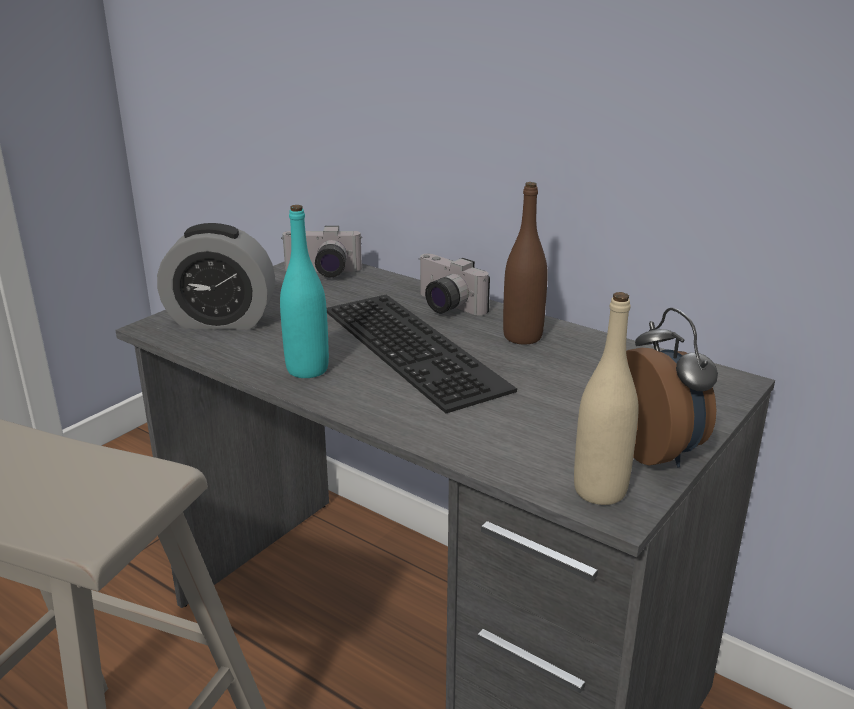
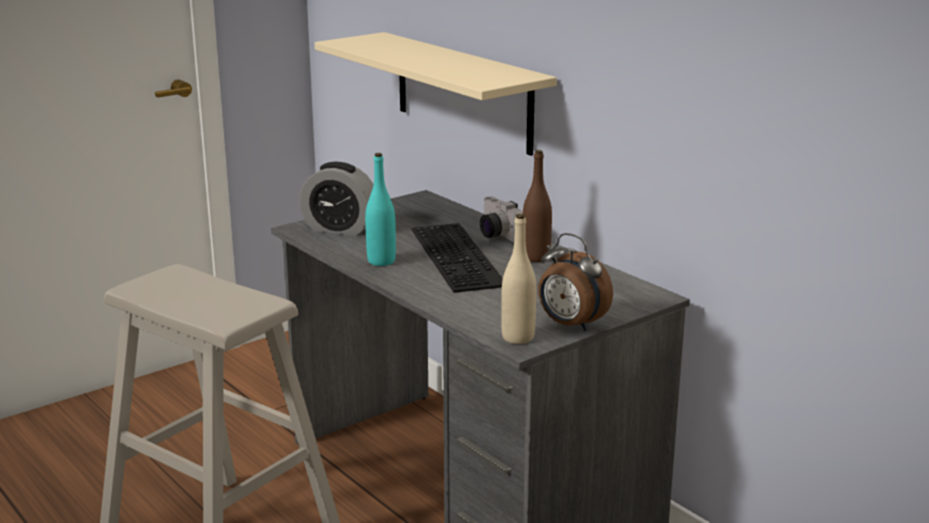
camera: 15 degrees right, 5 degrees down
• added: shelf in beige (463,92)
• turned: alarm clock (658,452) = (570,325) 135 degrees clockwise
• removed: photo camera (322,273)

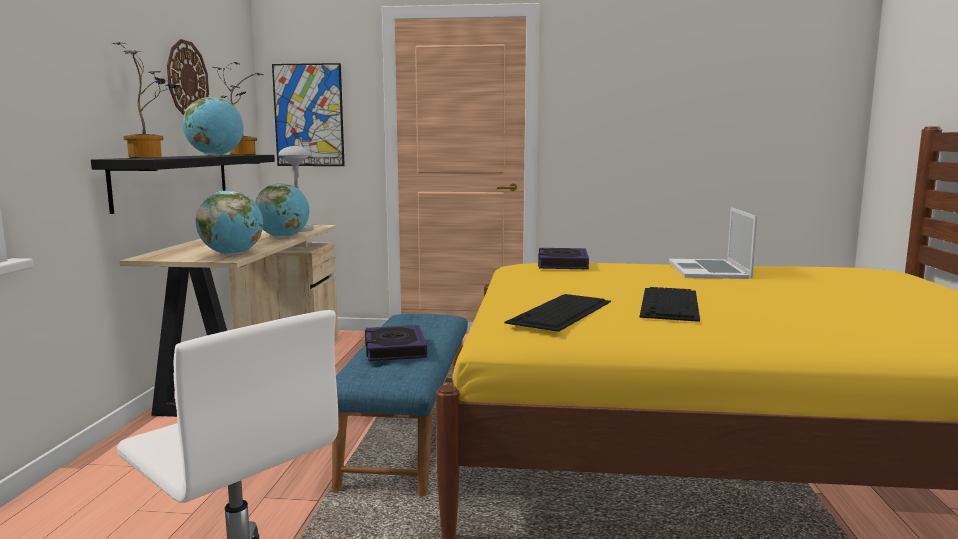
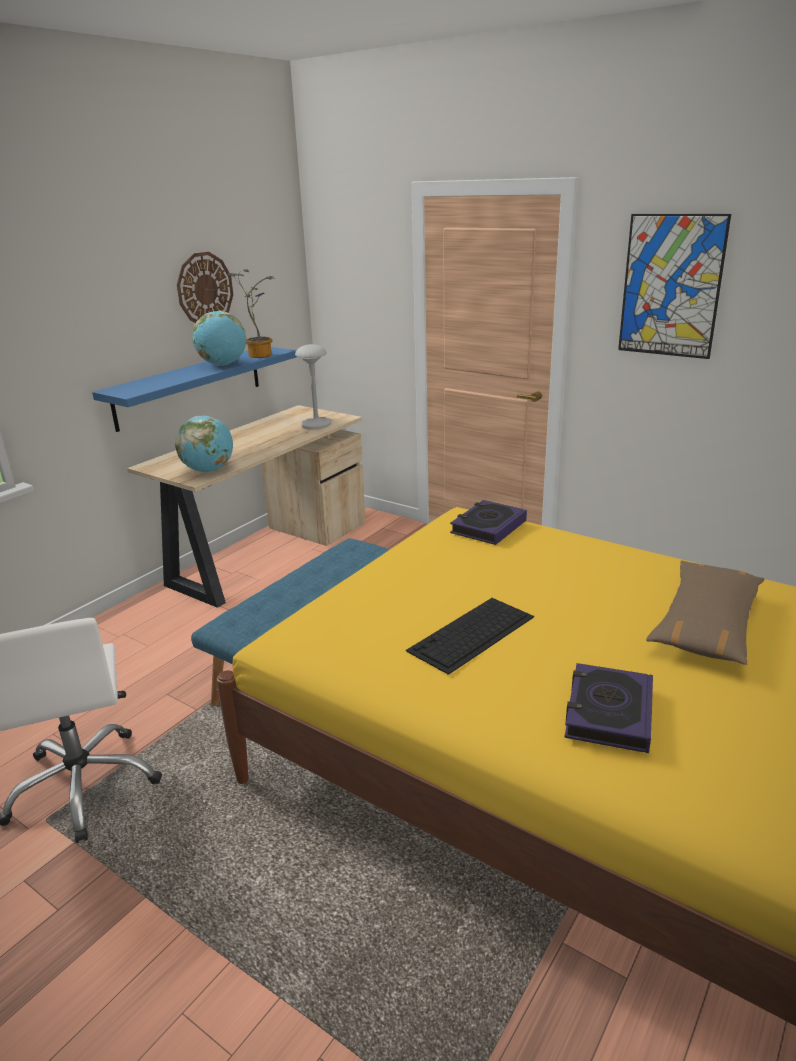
camera: 30 degrees right, 15 degrees up
• recoloured: shelf in black (173,180) to shelf in blue (190,386)
• moved: book (394,349) to (608,713)
• moved: picture (308,115) to (671,286)
• added: pillow in brown (706,624)
• removed: potted plant (150,157)
• removed: globe (283,237)
• removed: keyboard (561,312)
• removed: laptop (709,270)

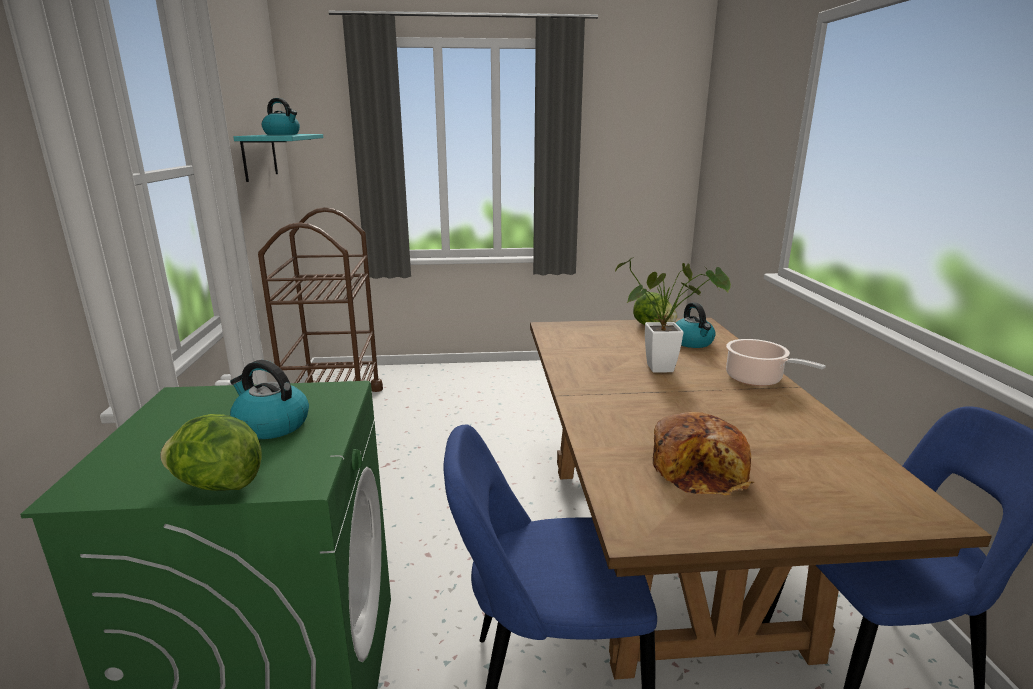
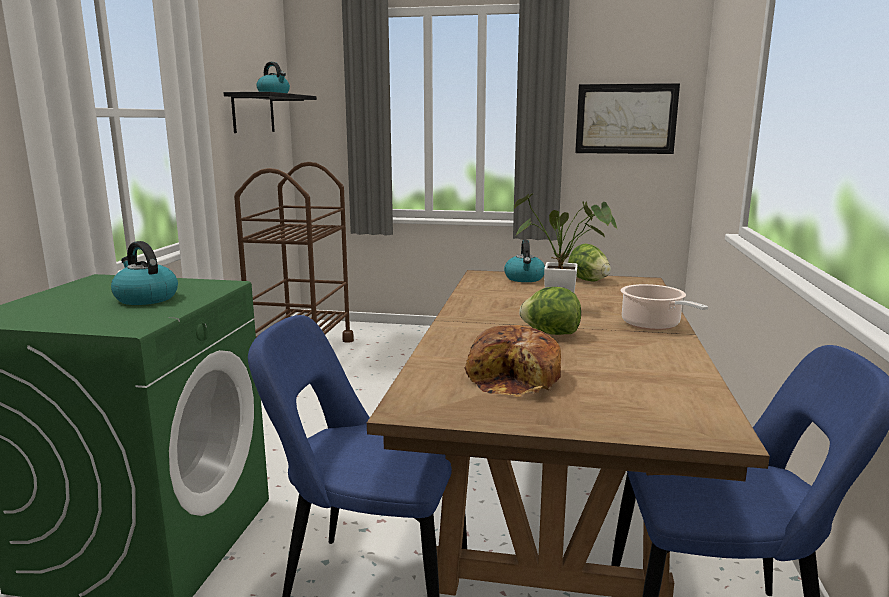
camera: 15 degrees right, 5 degrees down
• recoloured: shelf in turquoise (259,156) to shelf in black (253,113)
• moved: kettle (692,342) to (524,278)
• moved: lettuce (217,485) to (550,333)
• added: picture (626,119)

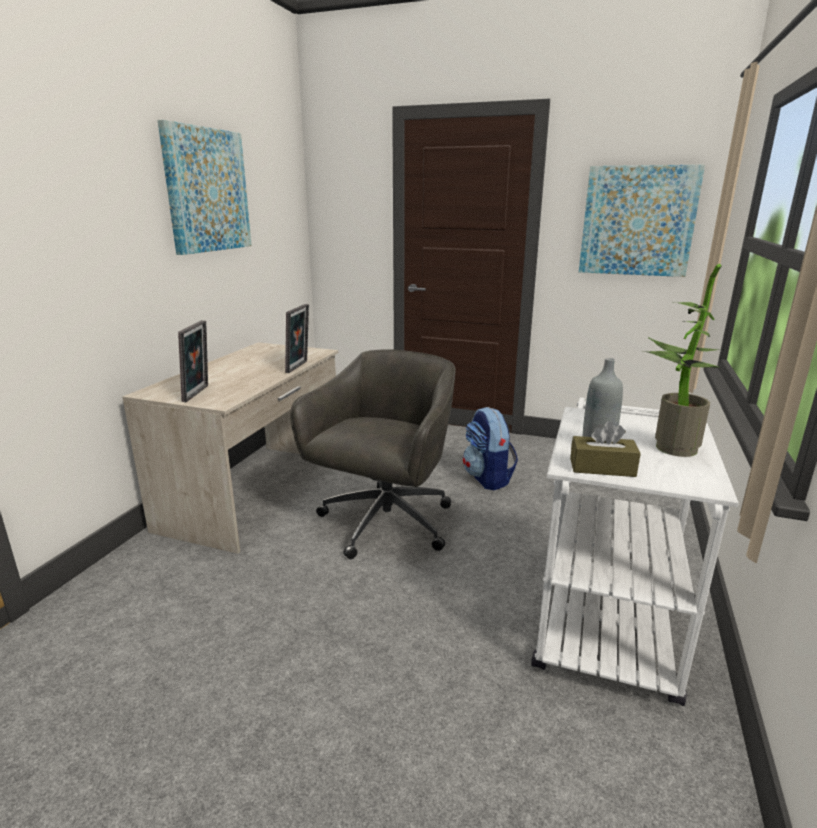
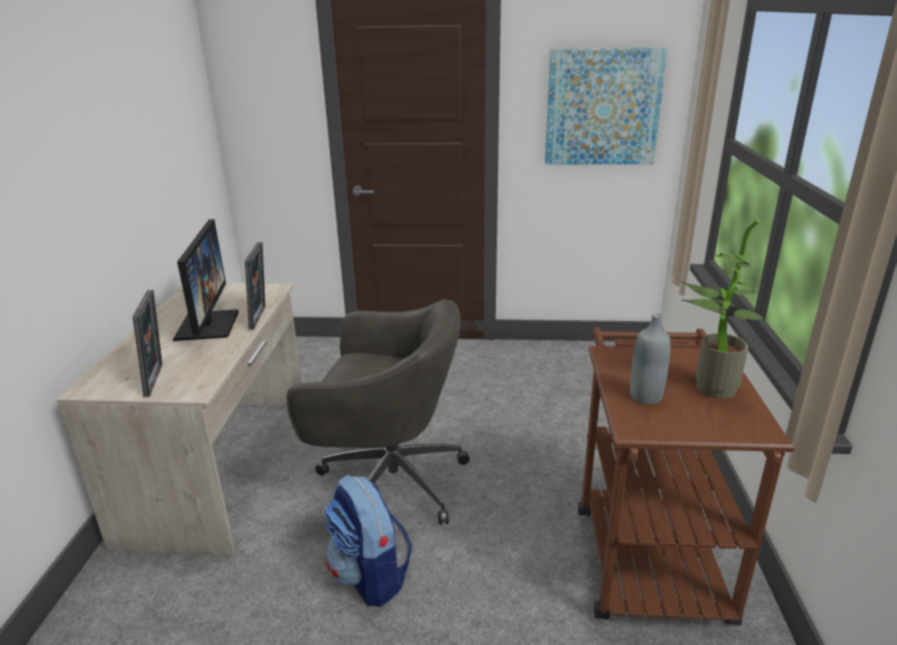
camera: 15 degrees left, 5 degrees up
• added: monitor (207,325)
• turned: office chair in grey (384,524) = (388,481) 90 degrees clockwise
• moved: backpack (488,478) to (370,576)
• recoloured: cart in white (605,620) to cart in brown (646,549)
• removed: picture (207,190)
• removed: tissue box in brown (602,467)

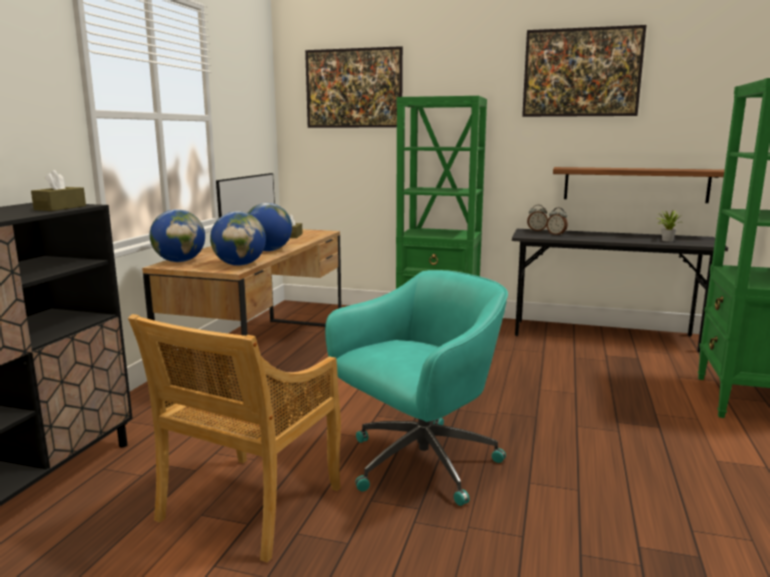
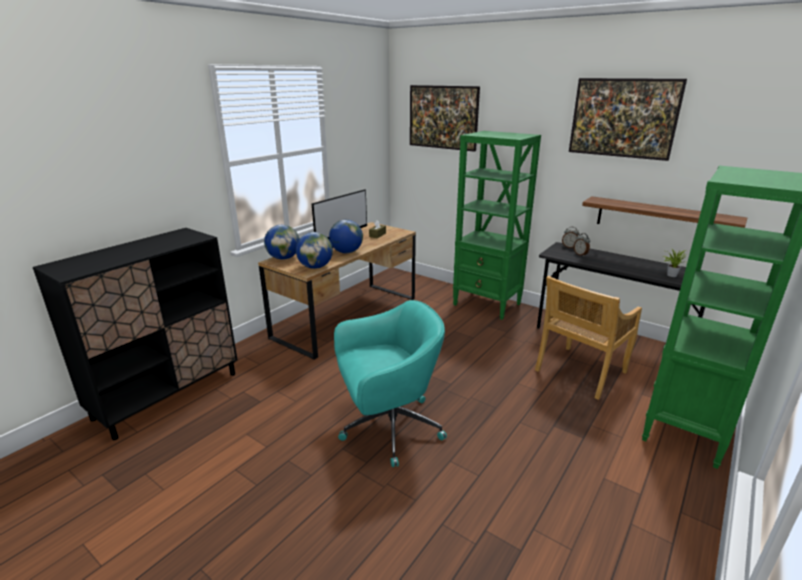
camera: 20 degrees right, 10 degrees up
• moved: chair in beige (249,506) to (580,372)
• removed: tissue box in brown (60,208)

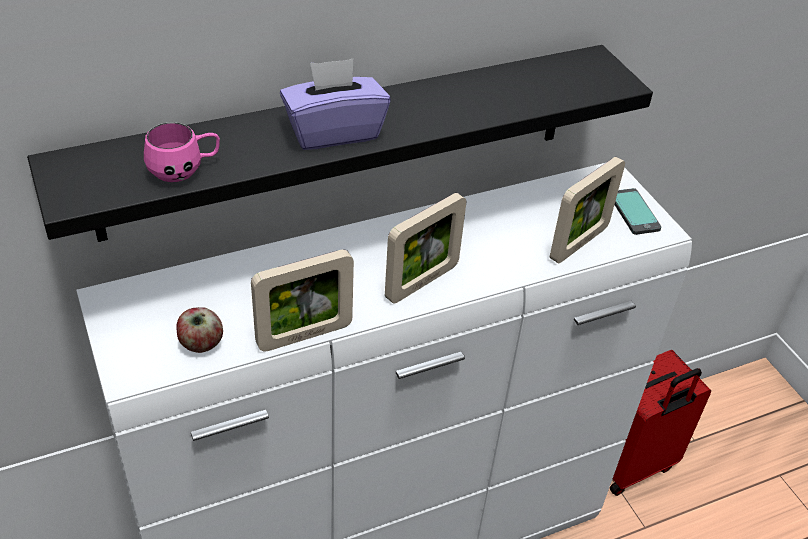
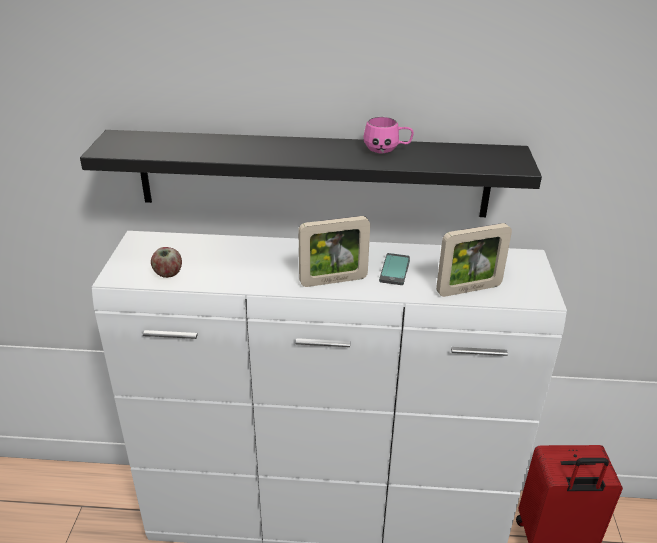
camera: 30 degrees right, 10 degrees down
• moved: mug in pink (185,171) to (387,150)
• moved: phone (634,212) to (395,270)
• removed: picture frame (304,335)
• removed: tissue box in purple (333,131)

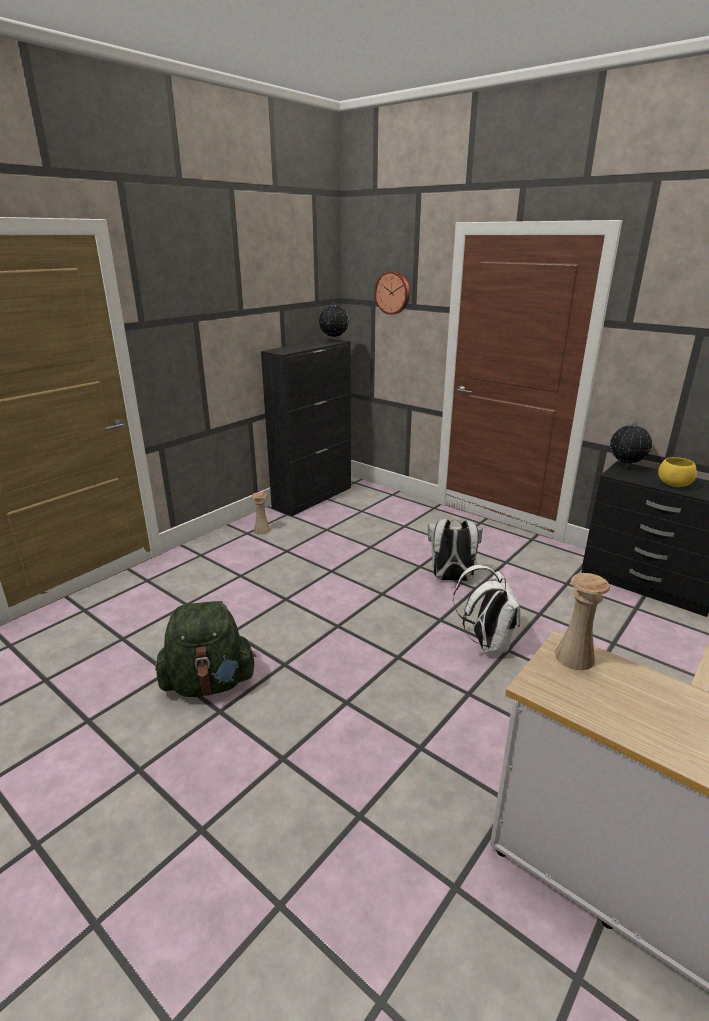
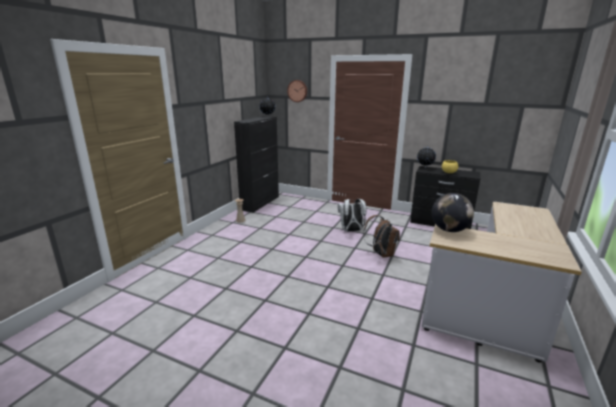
camera: 15 degrees left, 5 degrees down
• recoloured: backpack in white (486,642) to backpack in brown (381,254)
• replaced: vase in beige (574,657) to globe (449,230)
• removed: backpack in green (209,683)

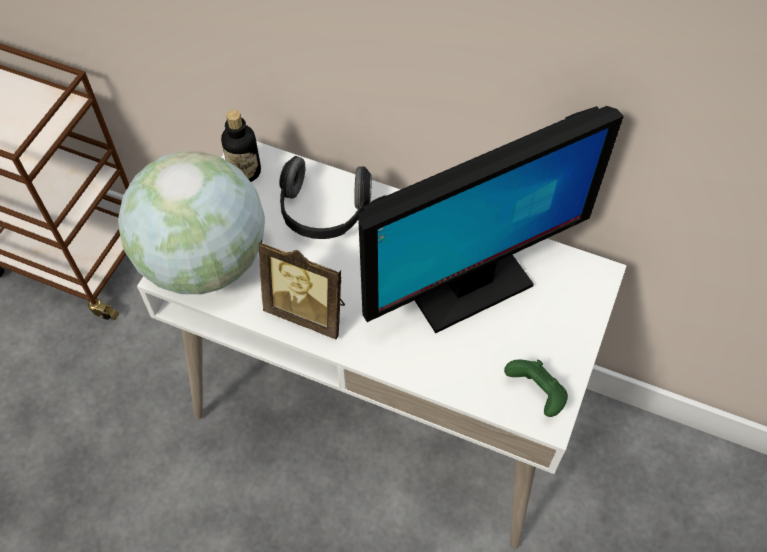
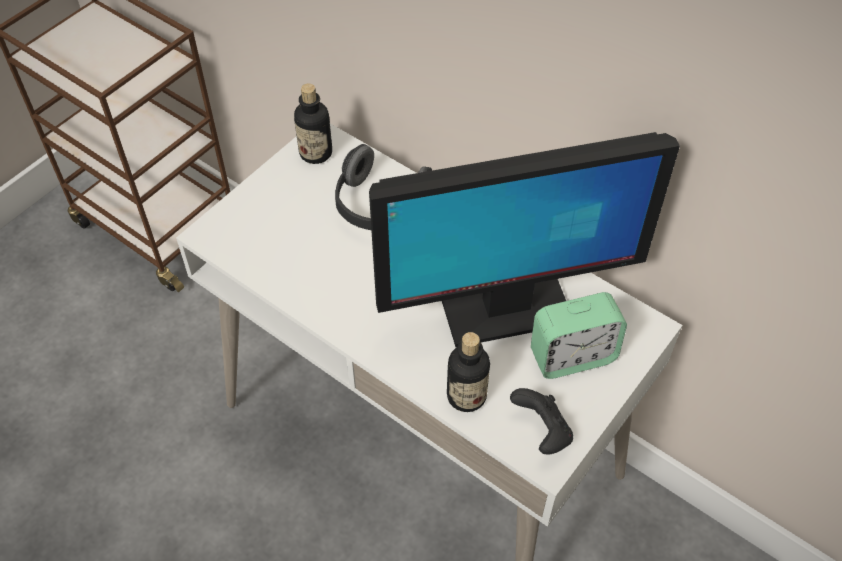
camera: 15 degrees right, 5 degrees down
• added: bottle (466,396)
• recoloured: game controller in green (536,394) to game controller in black (542,432)
• added: alarm clock (572,356)
• removed: globe (204,261)
• removed: picture frame (308,311)

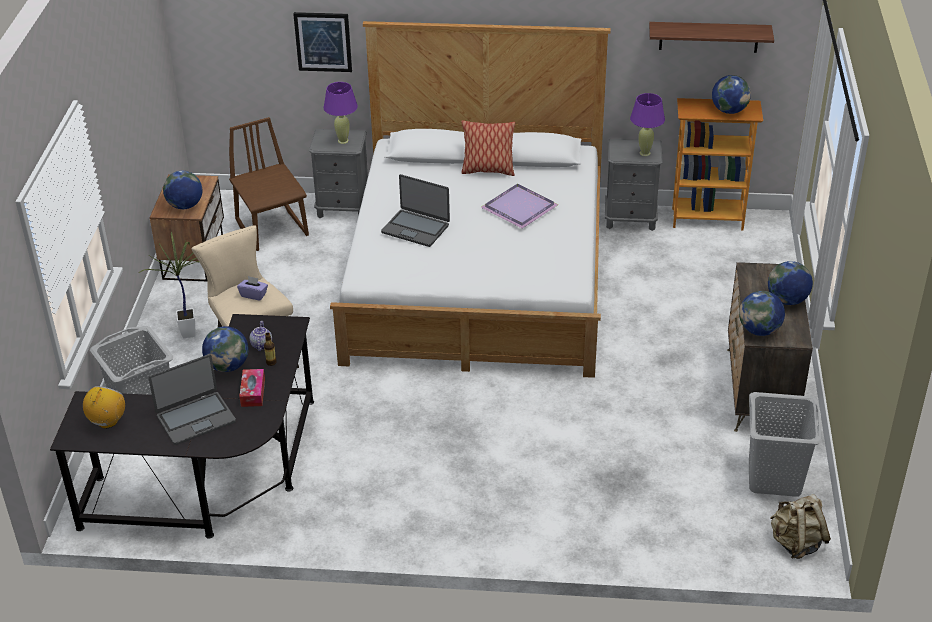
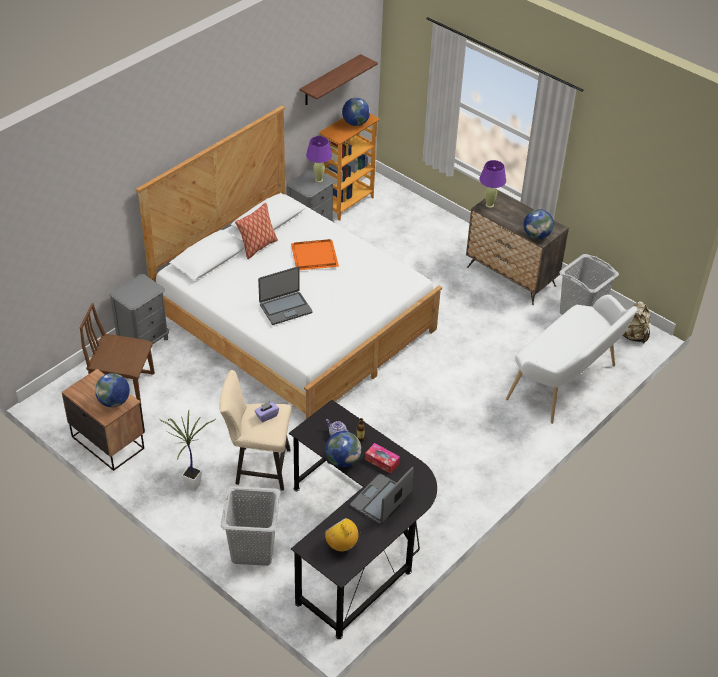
camera: 55 degrees left, 5 degrees up
• recoloured: tray in purple (521,208) to tray in orange (315,255)
• turned: laptop (195,418) = (381,500) 150 degrees counterclockwise
• moved: table lamp in purple (343,141) to (489,205)
• added: bench in white (566,384)
• removed: picture (323,41)
• removed: globe (787,300)

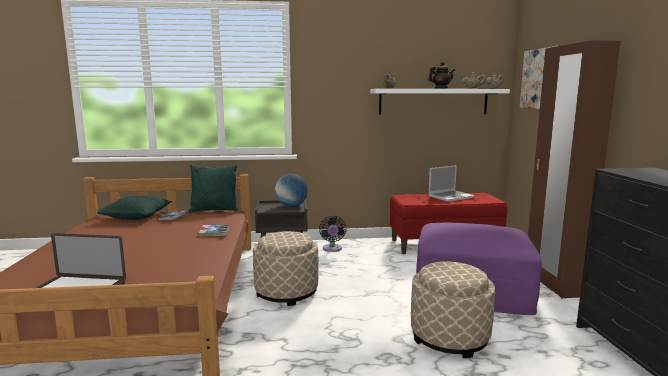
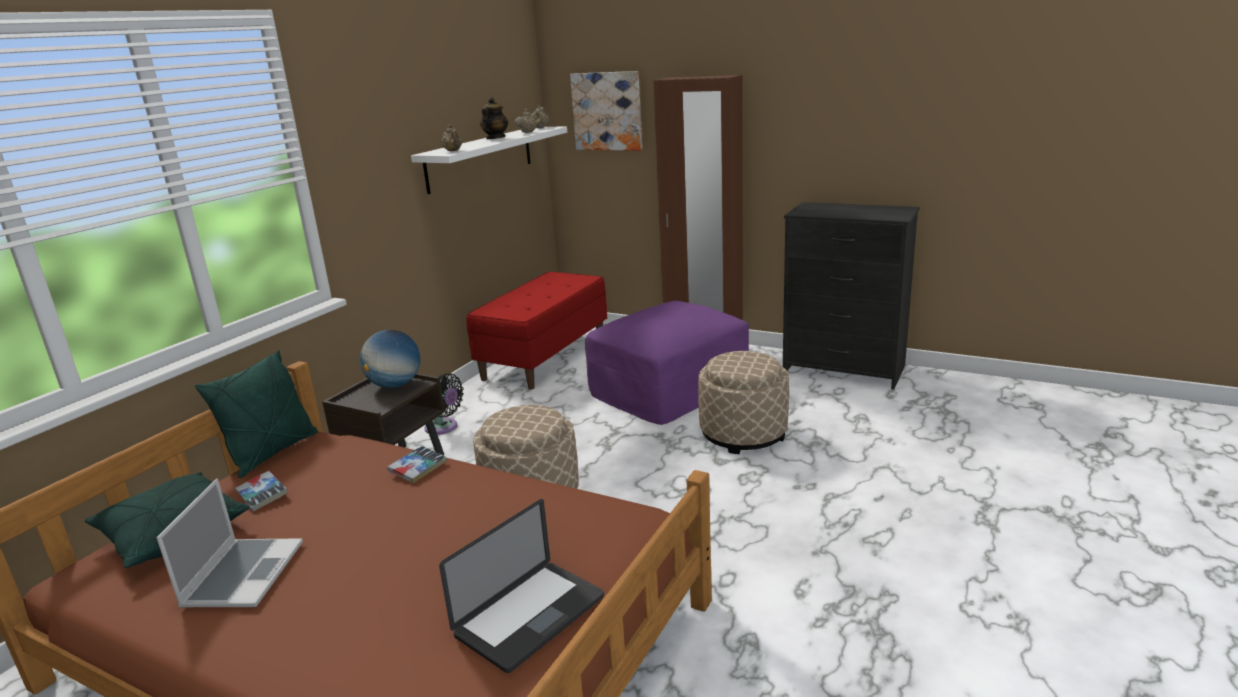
camera: 55 degrees left, 10 degrees up
• moved: laptop (450,197) to (243,574)

